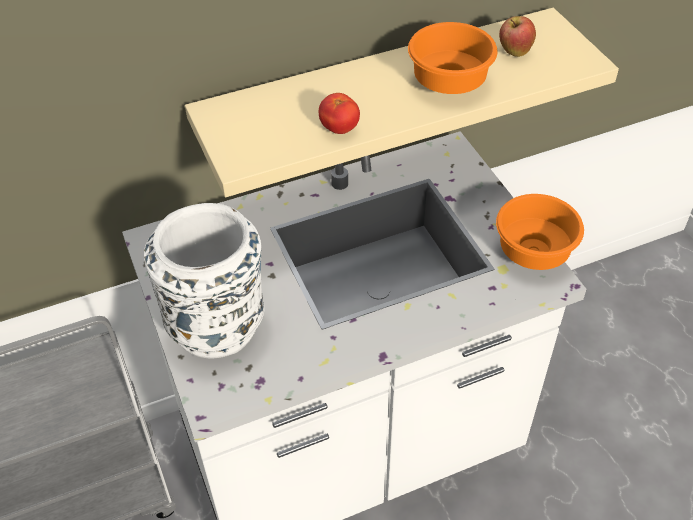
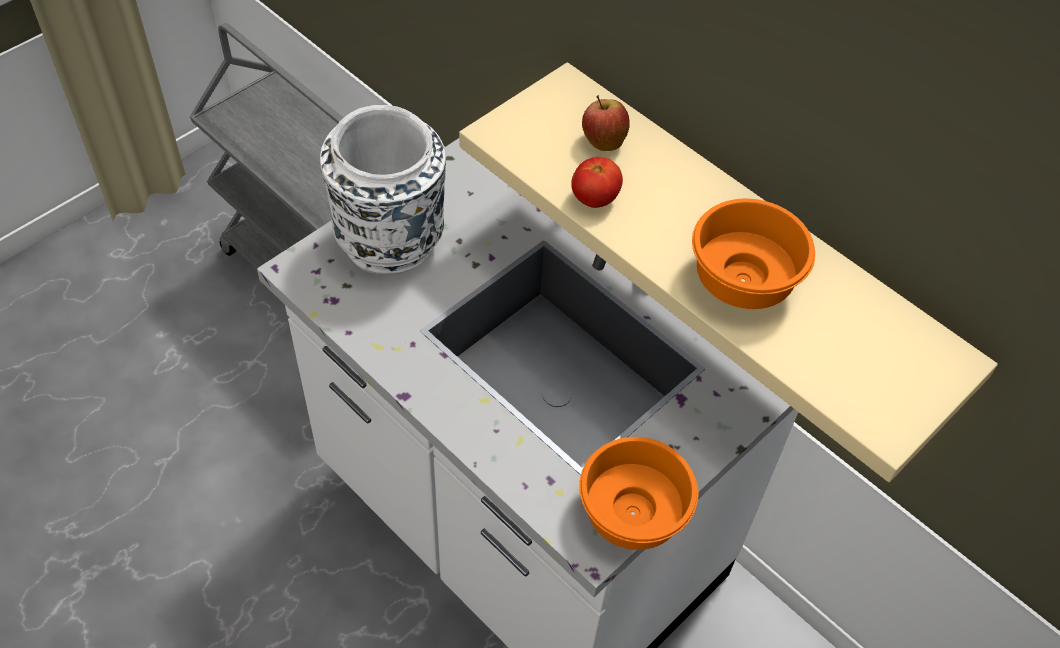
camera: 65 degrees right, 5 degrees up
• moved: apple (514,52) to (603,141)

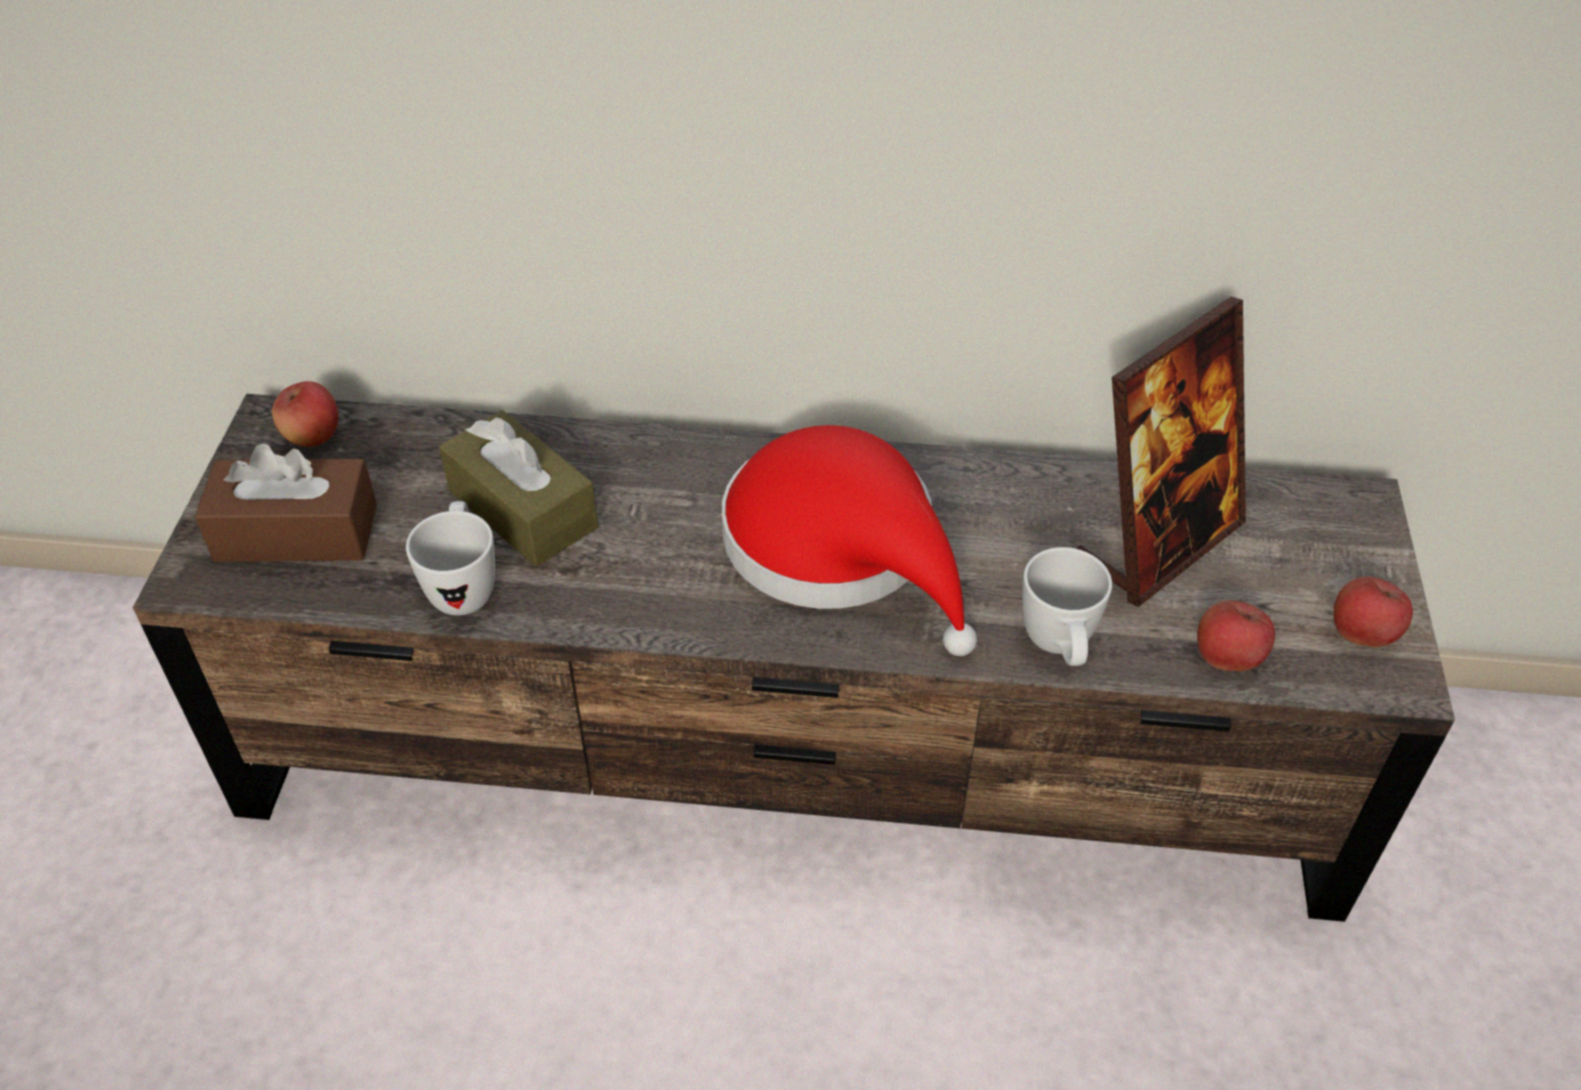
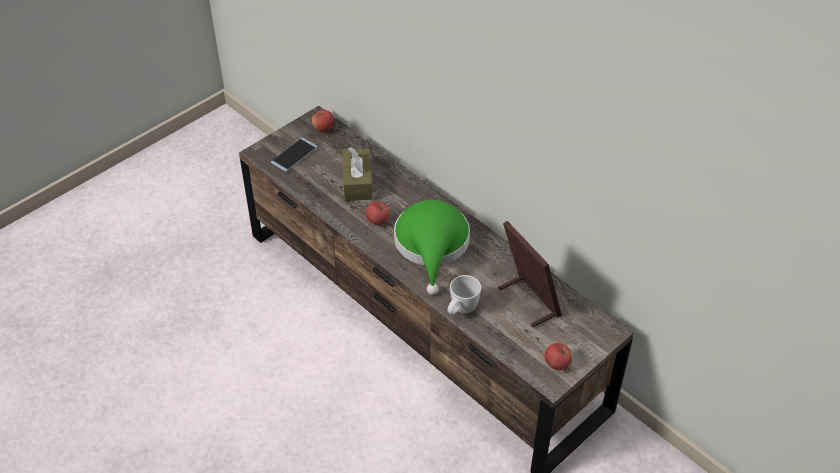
camera: 40 degrees right, 0 degrees up
• replaced: tissue box in brown (296,533) to phone (294,155)
• moved: apple (1227,658) to (378,221)
• recoloured: hat in red (841,548) to hat in green (432,245)
• turned: picture frame (1158,542) = (528,301) 120 degrees counterclockwise
• removed: mug in white (464,586)

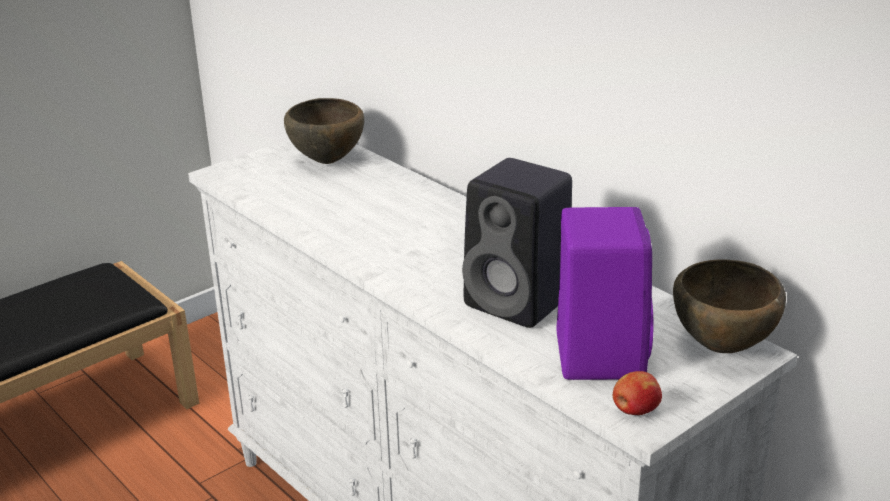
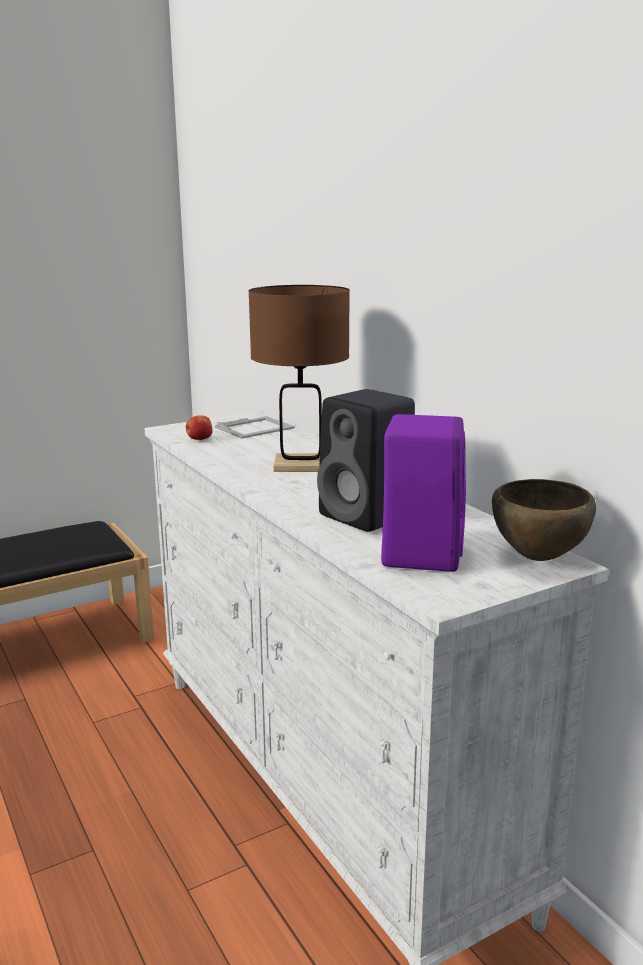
camera: 10 degrees right, 10 degrees down
• moved: apple (634,411) to (199,439)
• replaced: bowl in brown (328,161) to picture frame (255,427)
• added: table lamp in brown (301,465)

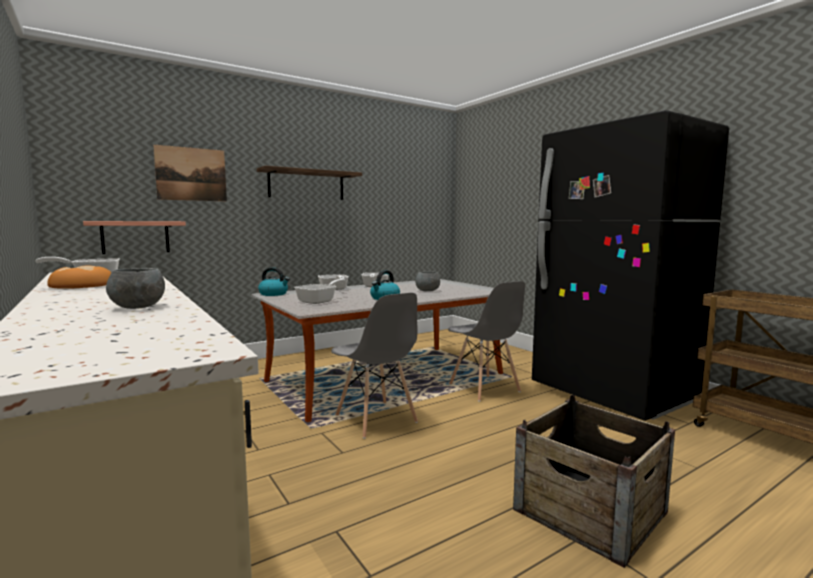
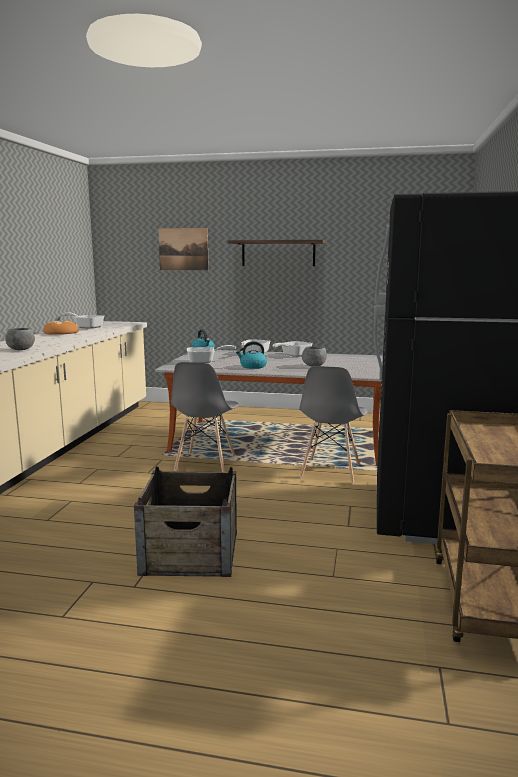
camera: 45 degrees right, 5 degrees up
• removed: shelf (135,237)

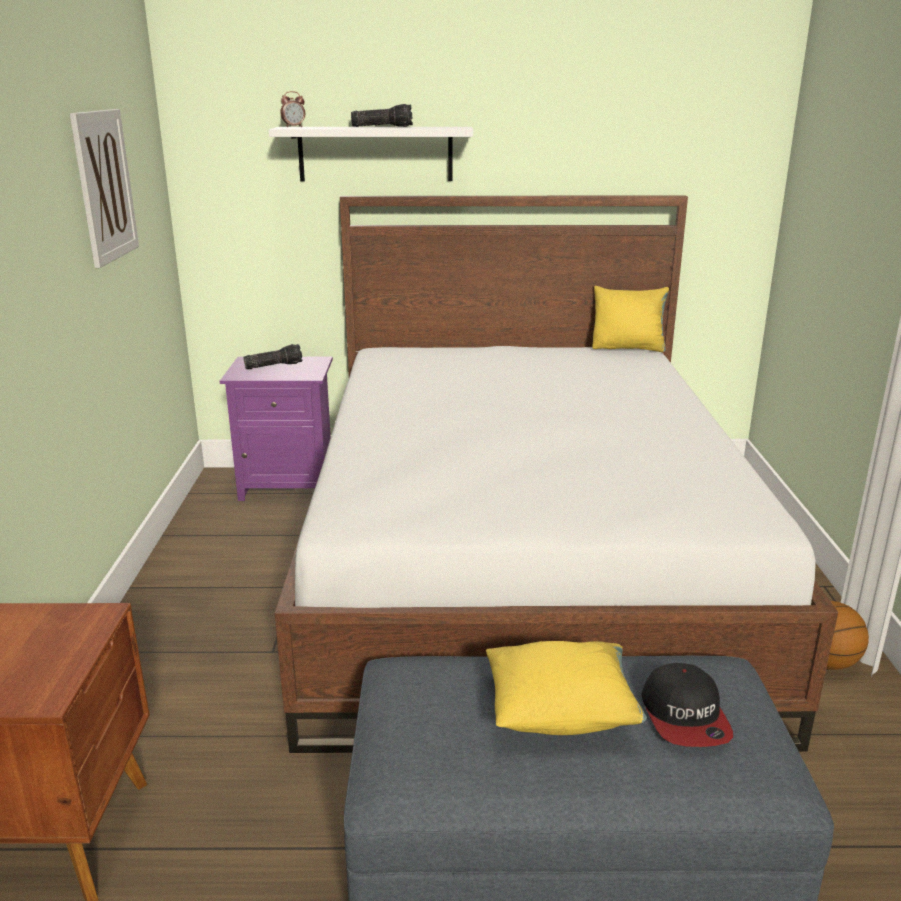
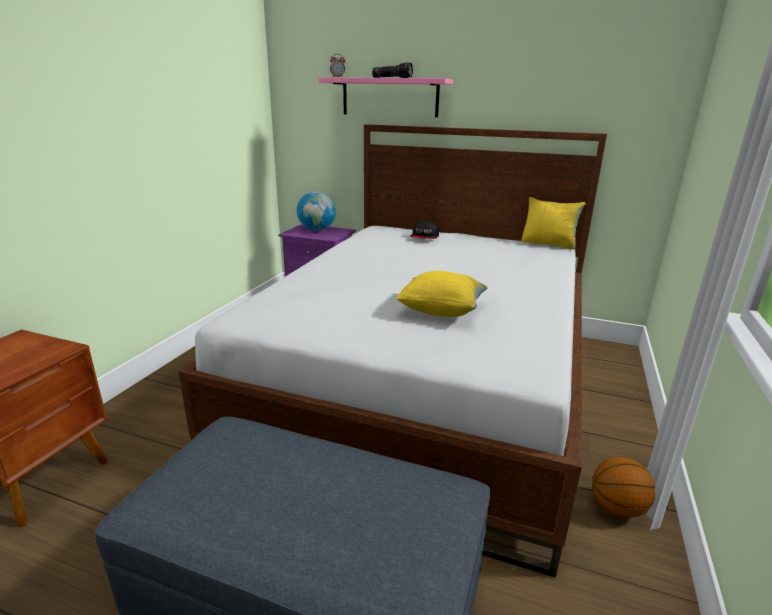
camera: 20 degrees right, 0 degrees up
• replaced: flashlight (274,365) to globe (317,230)
• recoloured: shelf in white (375,154) to shelf in pink (390,97)
• moved: pillow in yellow (561,713) to (441,311)
• moved: cap (685,717) to (424,237)
• removed: picture (105,186)

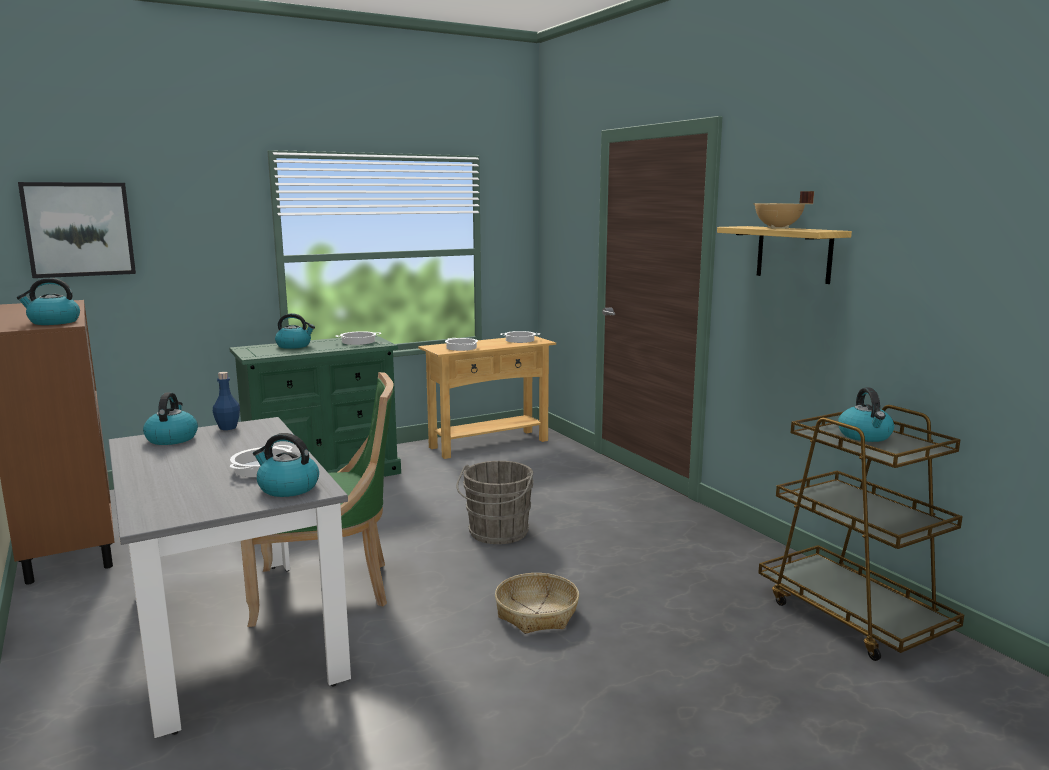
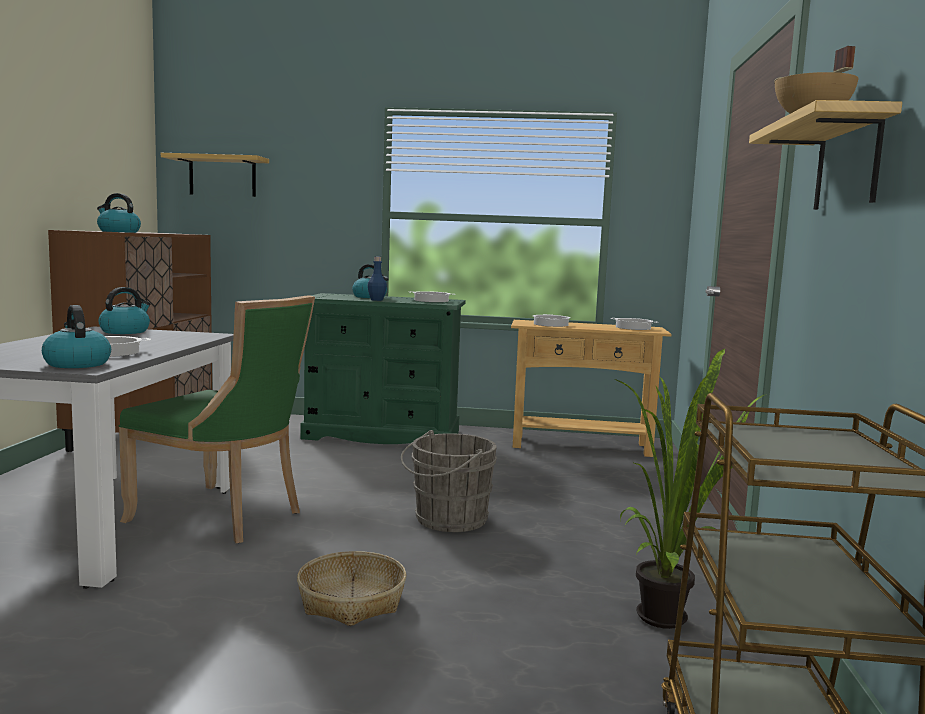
camera: 35 degrees right, 5 degrees down
• replaced: picture (79,229) to shelf (222,176)
• moved: bottle in blue (228,427) to (376,300)
• added: potted plant (672,616)
• removed: kettle (865,436)

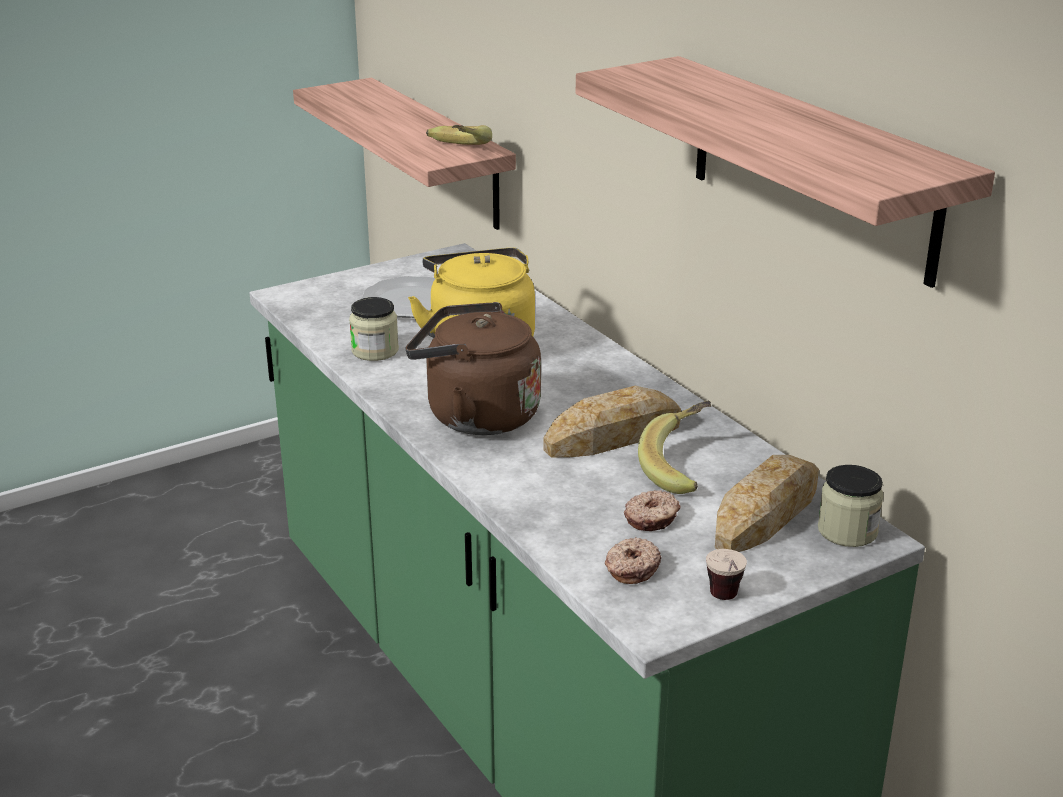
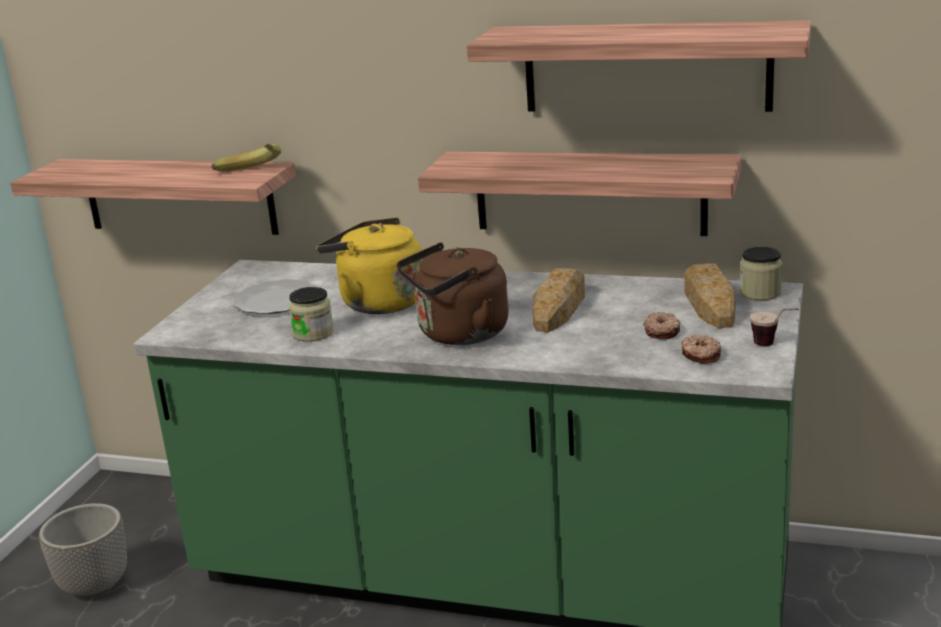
camera: 40 degrees left, 5 degrees down
• added: planter (95,585)
• added: shelf (589,192)
• removed: banana (684,468)

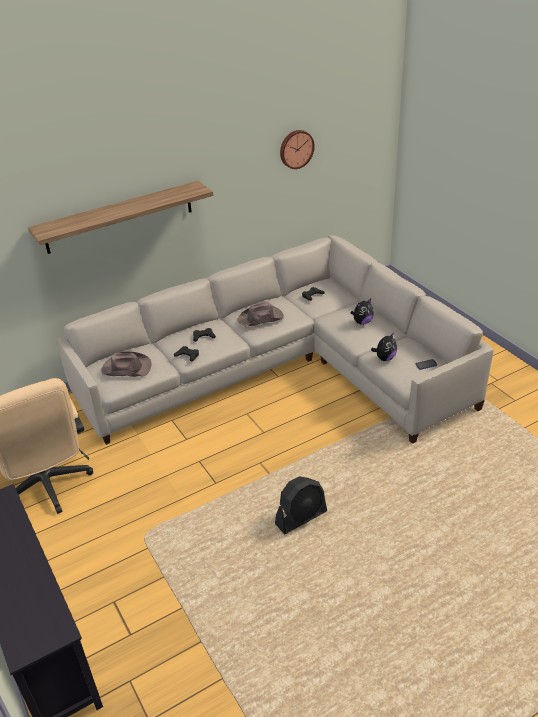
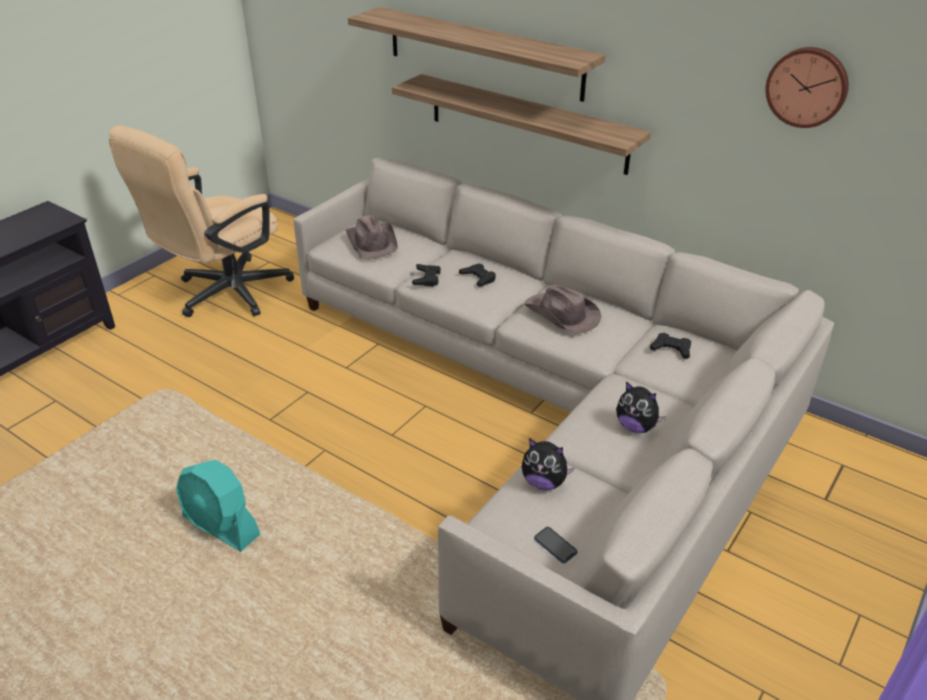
camera: 65 degrees right, 0 degrees up
• recoloured: fan in black (301,518) to fan in turquoise (221,527)
• added: shelf (526,123)

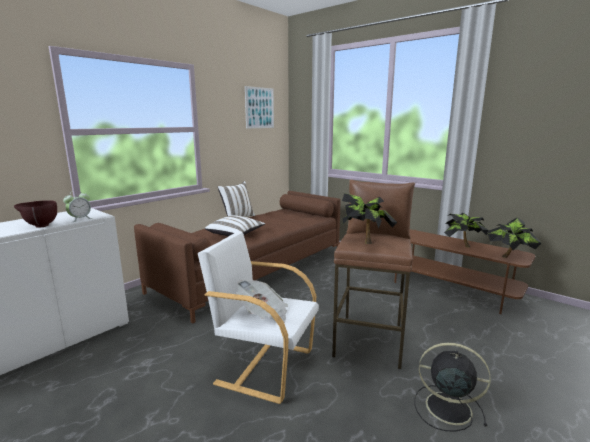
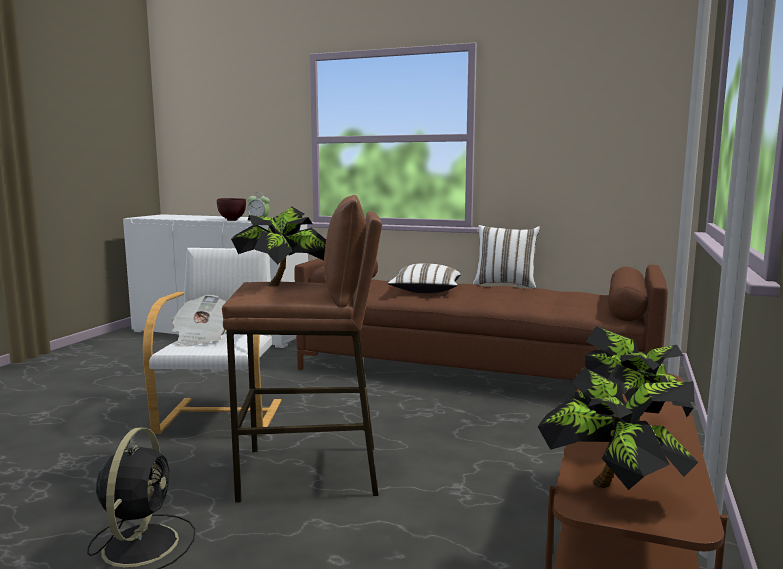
camera: 70 degrees right, 5 degrees down
• removed: picture (259,108)

